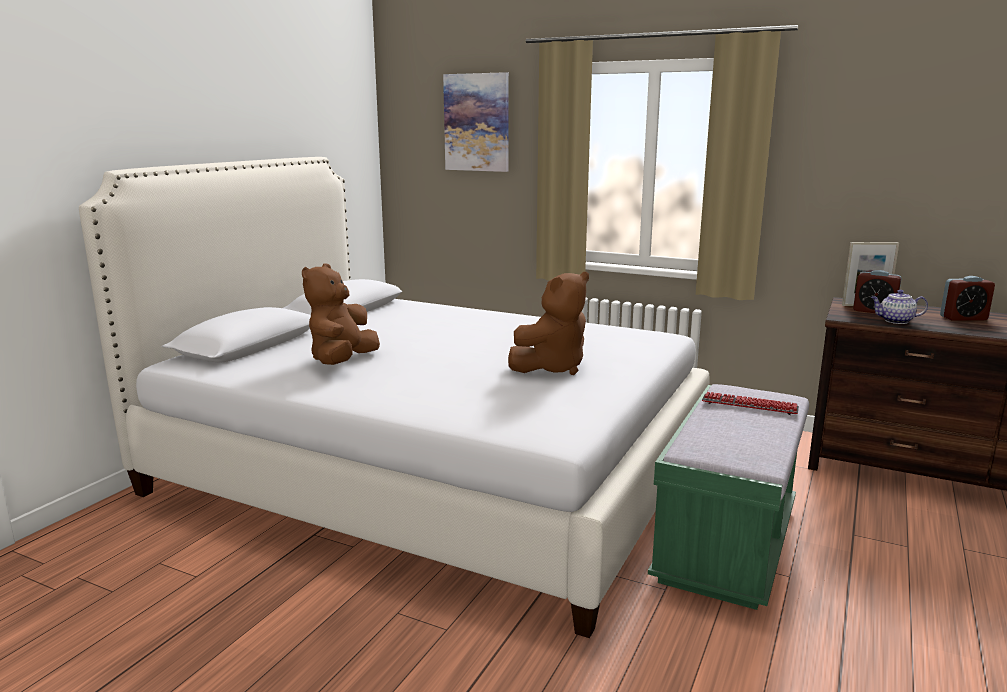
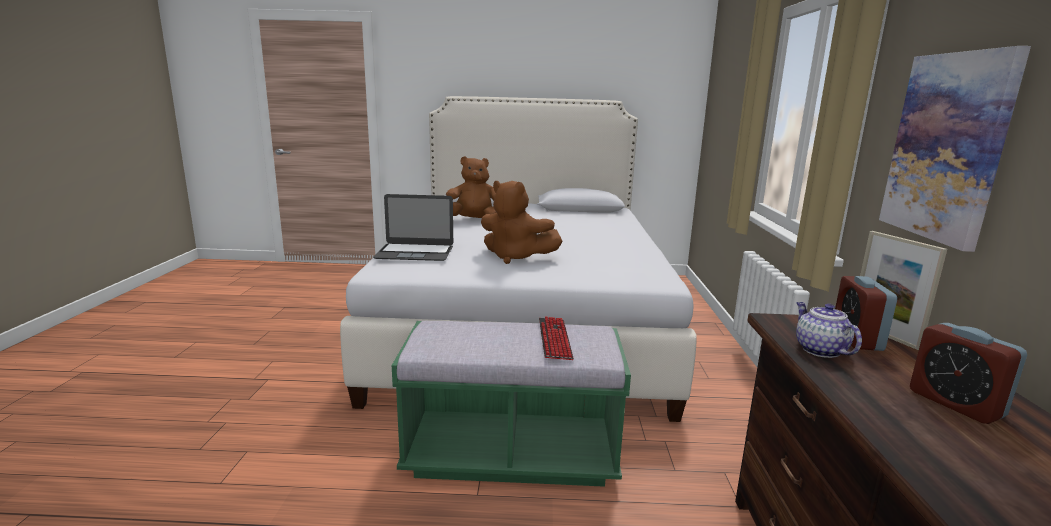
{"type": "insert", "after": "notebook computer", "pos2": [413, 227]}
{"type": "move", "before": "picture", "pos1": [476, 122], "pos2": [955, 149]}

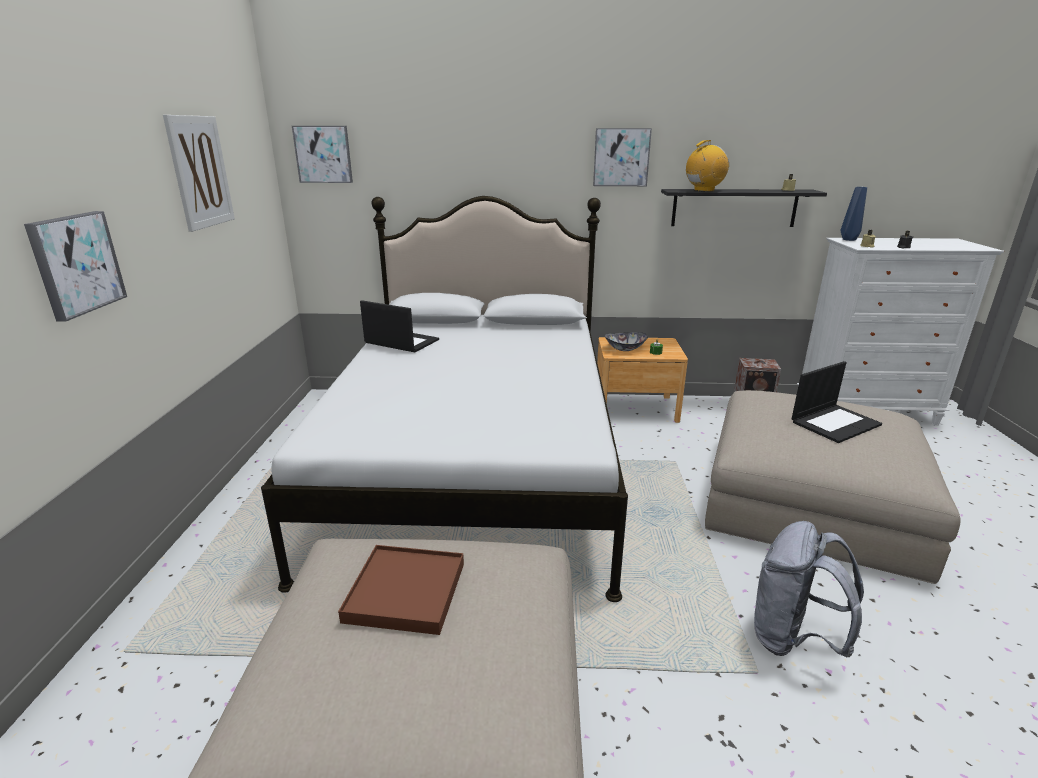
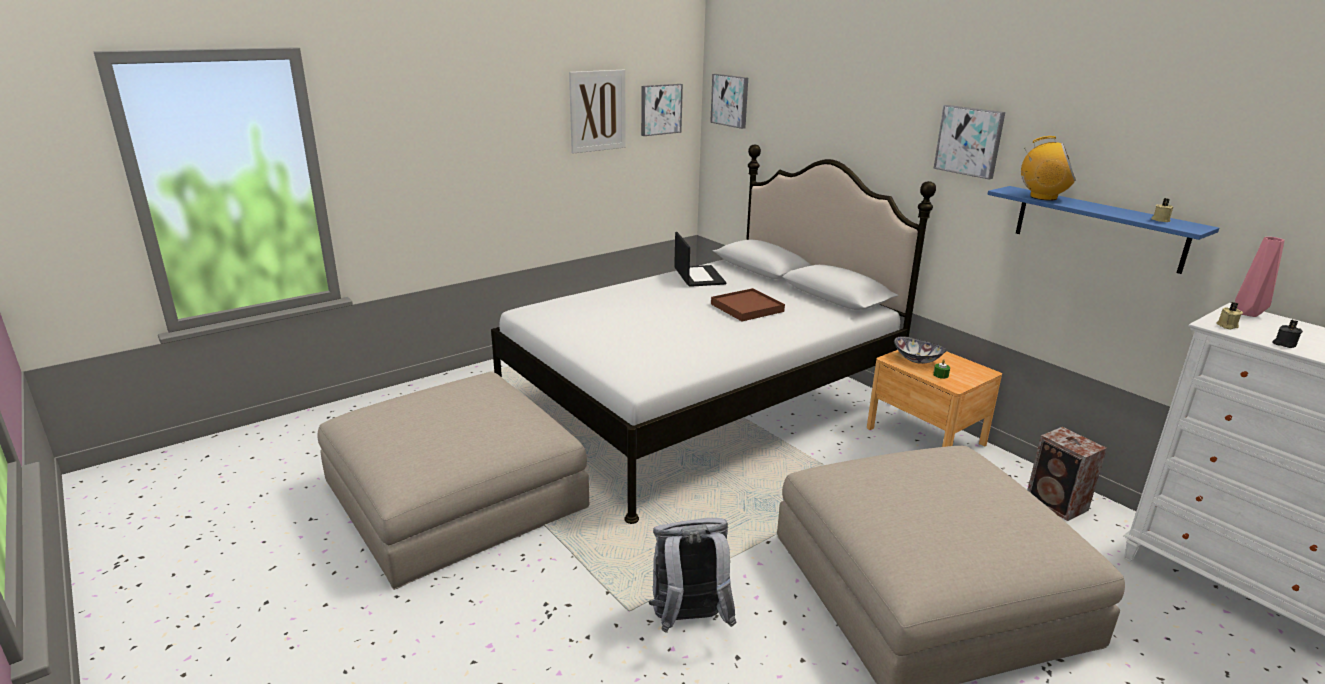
{"type": "delete", "before": "notebook computer", "pos1": [837, 402]}
{"type": "move", "before": "picture", "pos1": [75, 266], "pos2": [662, 110]}
{"type": "move", "before": "brown carrying tray", "pos1": [401, 590], "pos2": [748, 304]}
{"type": "recolor", "before": "black-coloured wall shelf", "after": "bluish wall shelf", "pos1": [744, 208], "pos2": [1103, 230]}
{"type": "recolor", "before": "bluish flower vase", "after": "pinkish flower vase", "pos1": [854, 214], "pos2": [1260, 277]}

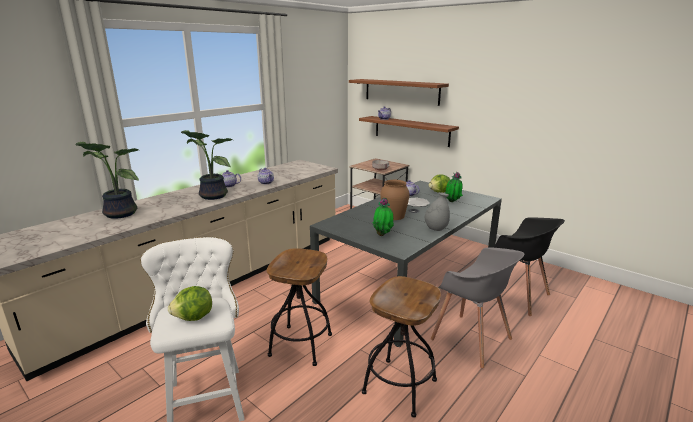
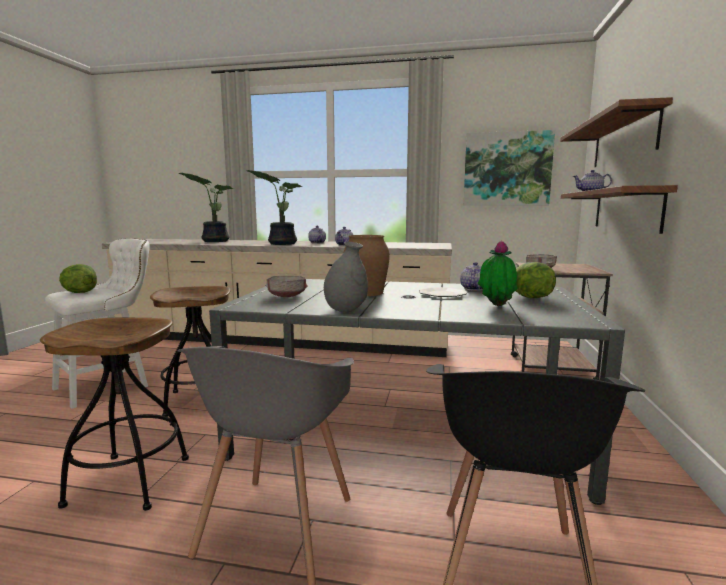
{"type": "insert", "after": "picture", "pos2": [509, 168]}
{"type": "replace", "before": "houseplant", "after": "grey bowl", "pos1": [383, 217], "pos2": [286, 286]}

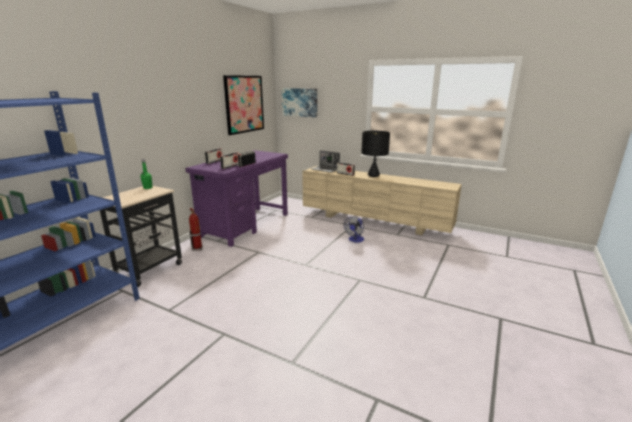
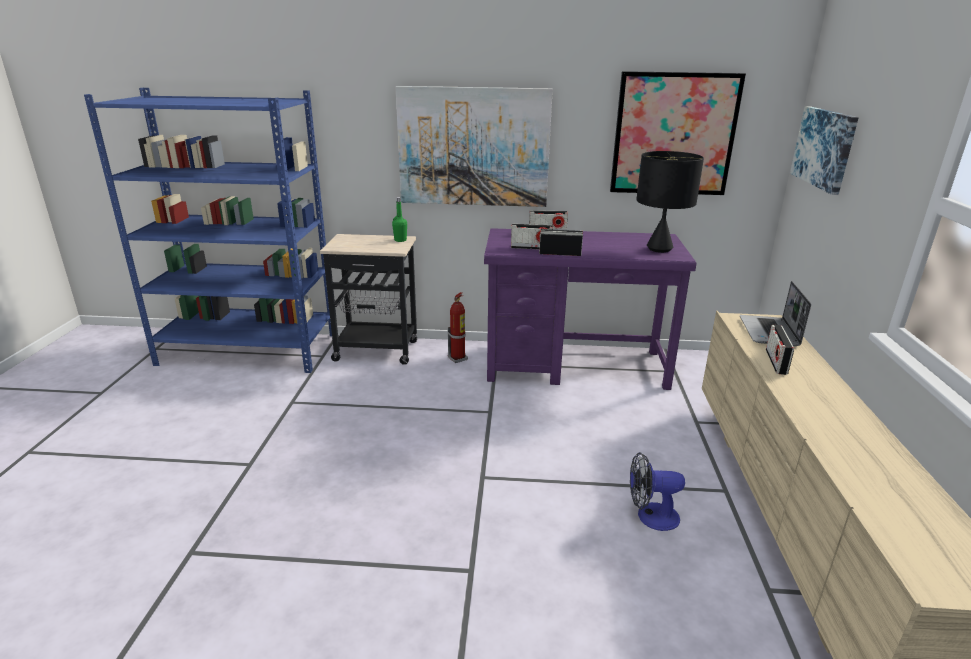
{"type": "insert", "after": "picture", "pos2": [474, 146]}
{"type": "move", "before": "black-coloured table lamp", "pos1": [375, 154], "pos2": [670, 202]}

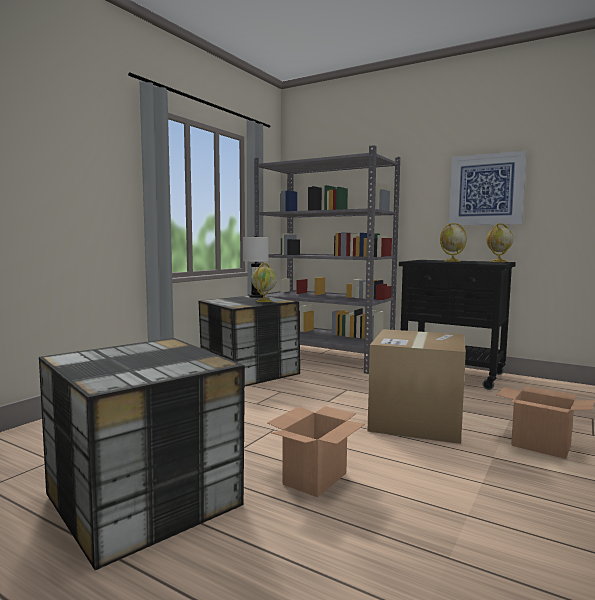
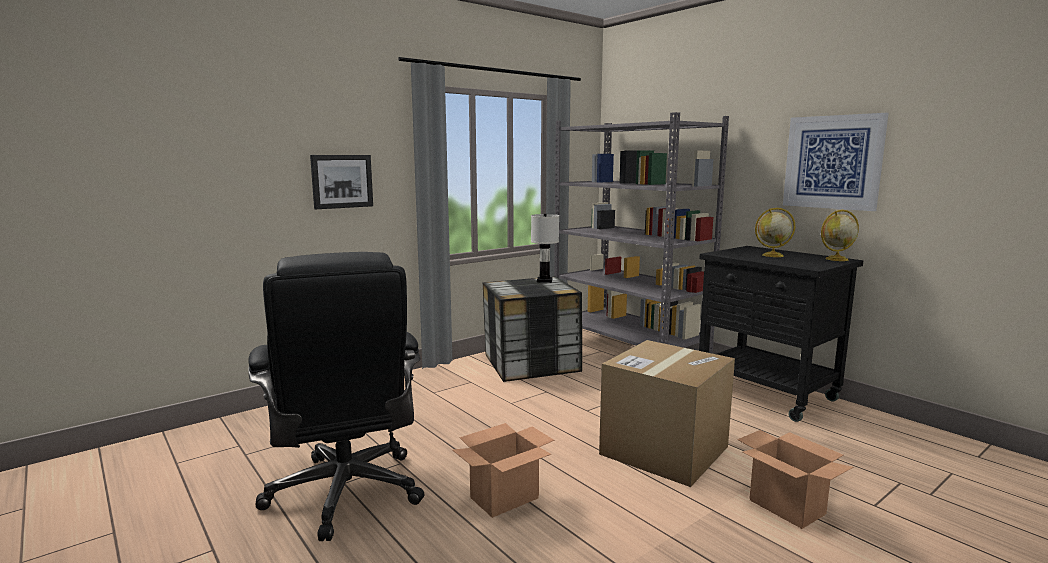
{"type": "delete", "before": "desk globe", "pos1": [264, 282]}
{"type": "insert", "after": "picture", "pos2": [341, 182]}
{"type": "replace", "before": "storage bin", "after": "black-coloured desk chair", "pos1": [142, 454], "pos2": [336, 396]}

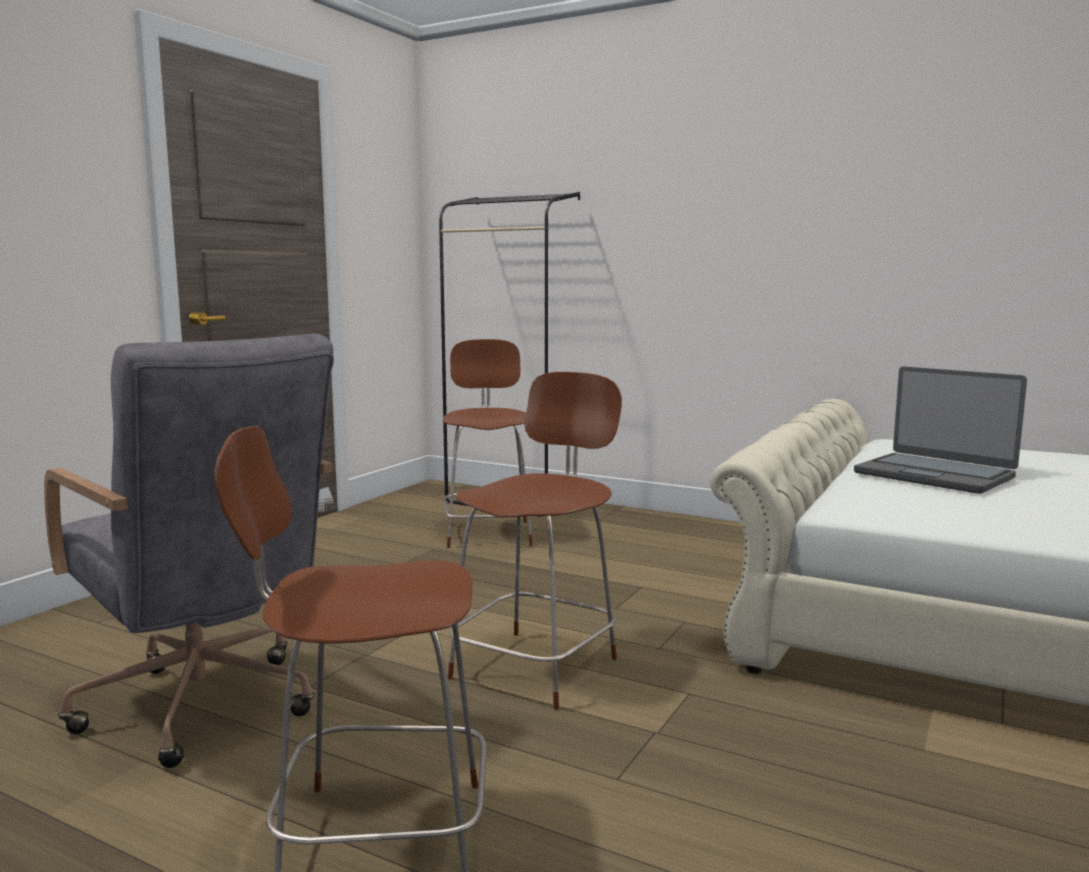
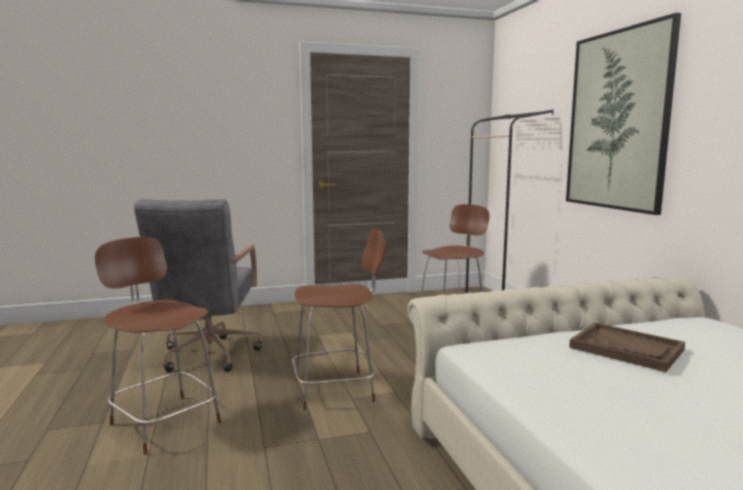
{"type": "insert", "after": "picture", "pos2": [623, 114]}
{"type": "replace", "before": "notebook computer", "after": "brown carrying tray", "pos1": [940, 430], "pos2": [627, 347]}

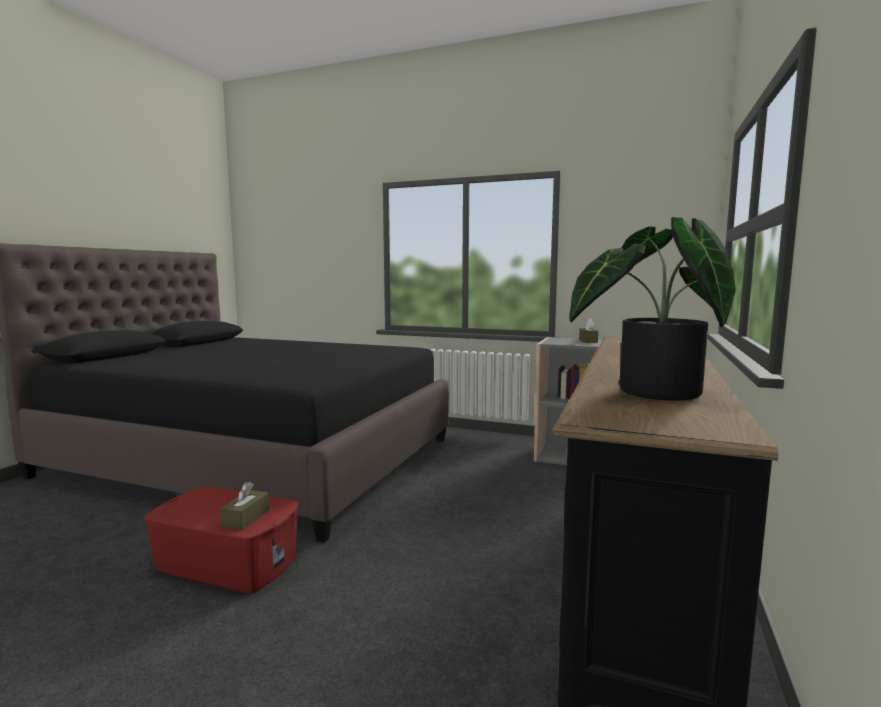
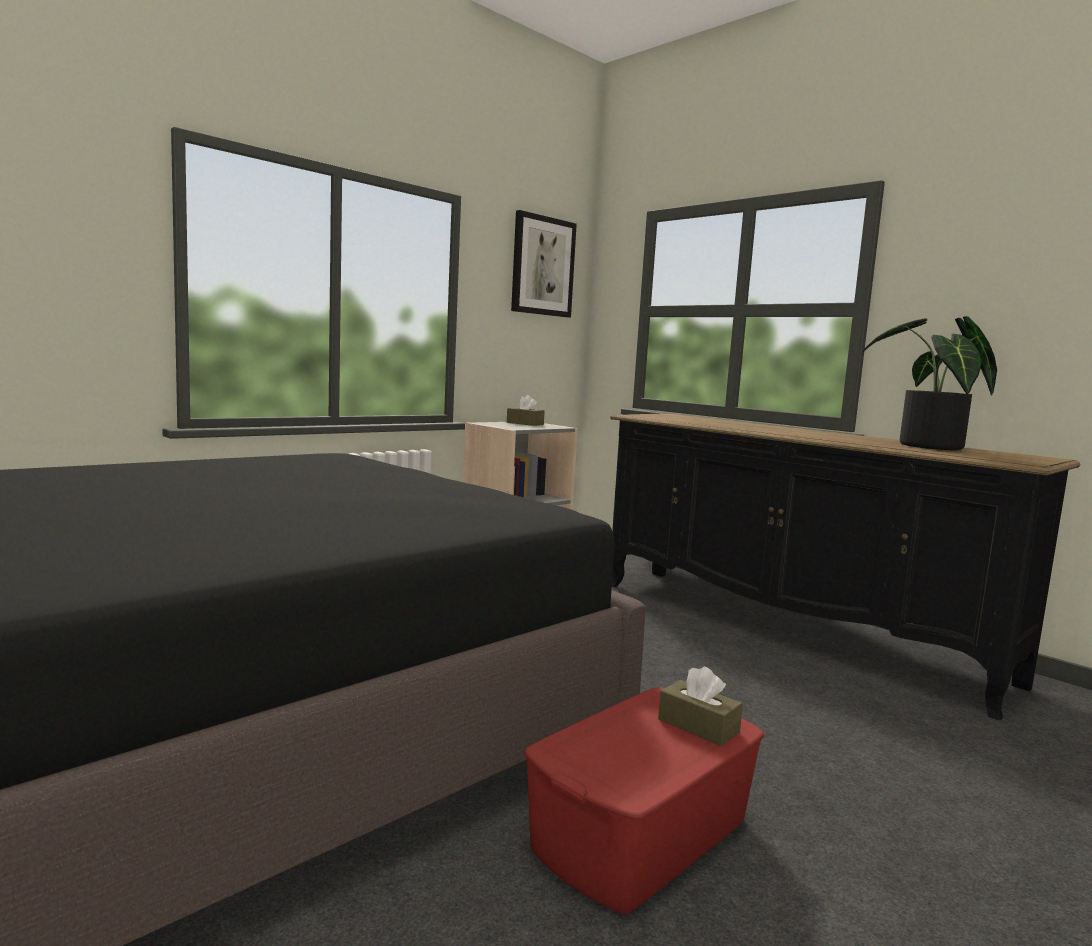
{"type": "insert", "after": "picture", "pos2": [544, 263]}

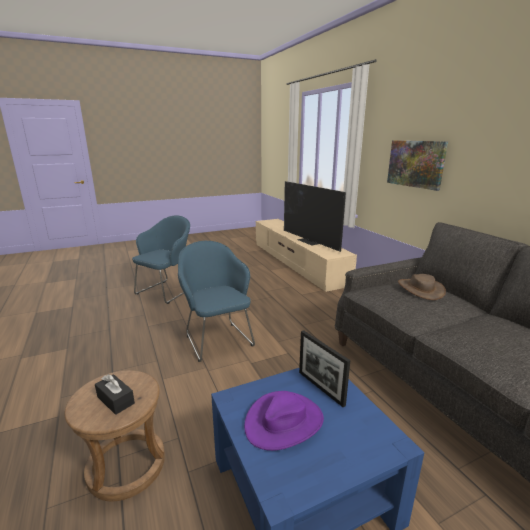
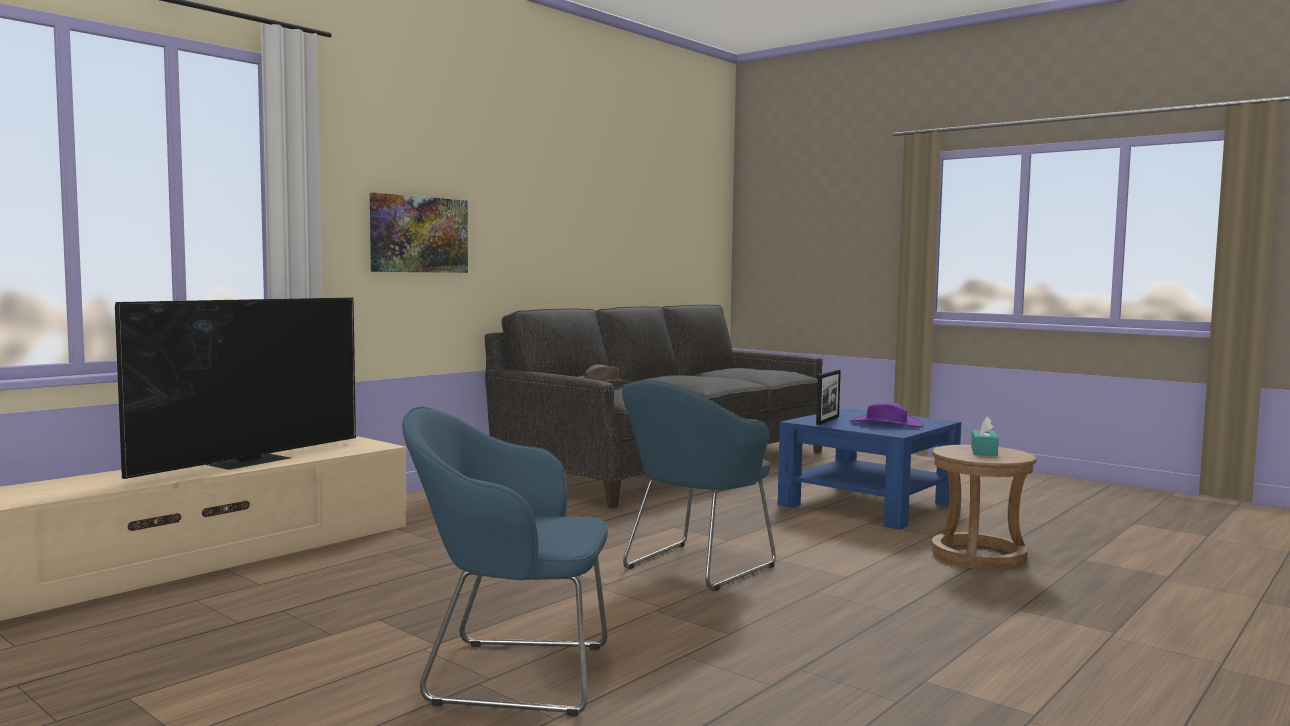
{"type": "recolor", "before": "black-coloured tissue holder", "after": "turquoise-coloured tissue holder", "pos1": [115, 394], "pos2": [985, 436]}

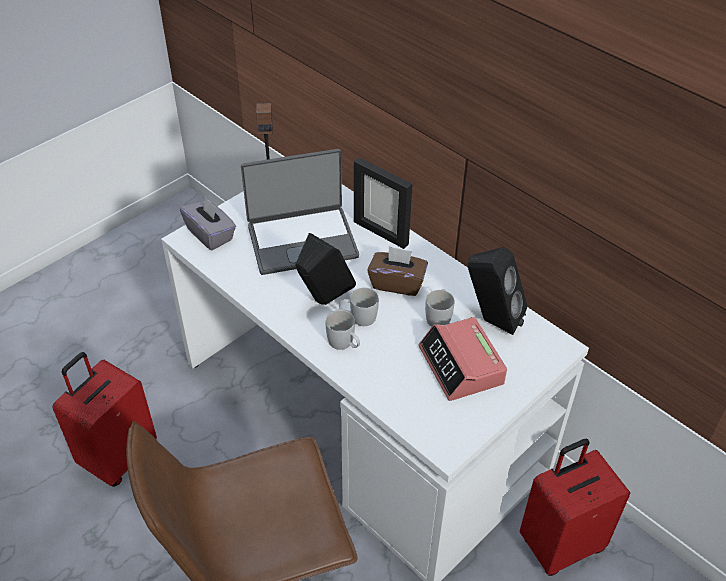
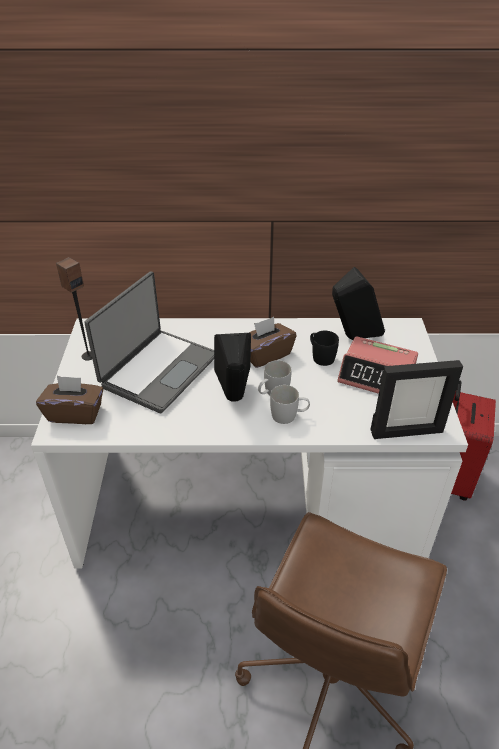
{"type": "delete", "before": "reddish travel case", "pos1": [105, 419]}
{"type": "move", "before": "picture frame", "pos1": [383, 203], "pos2": [416, 399]}
{"type": "recolor", "before": "grey tissue holder", "after": "brown tissue holder", "pos1": [208, 223], "pos2": [69, 400]}
{"type": "recolor", "before": "white-coloured tea mug", "after": "black-coloured tea mug", "pos1": [440, 308], "pos2": [324, 348]}

